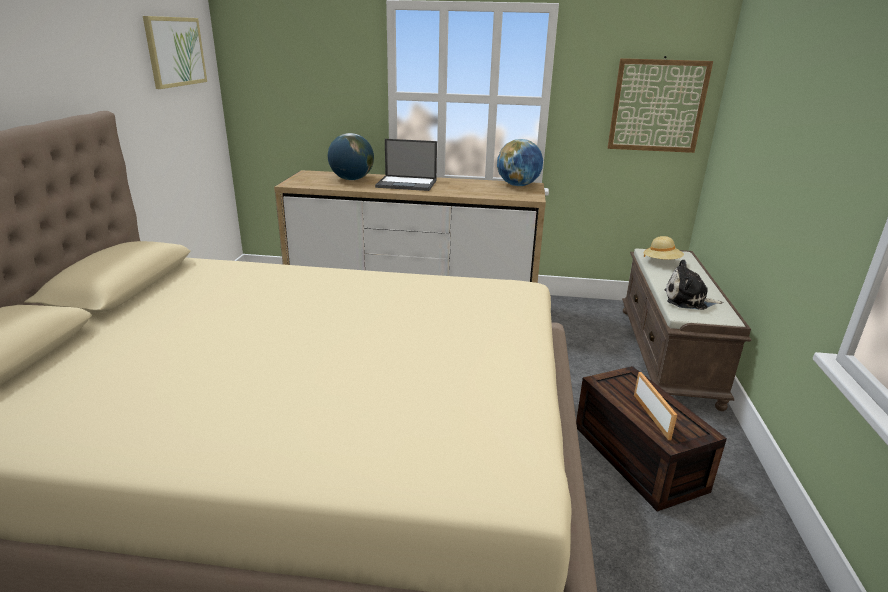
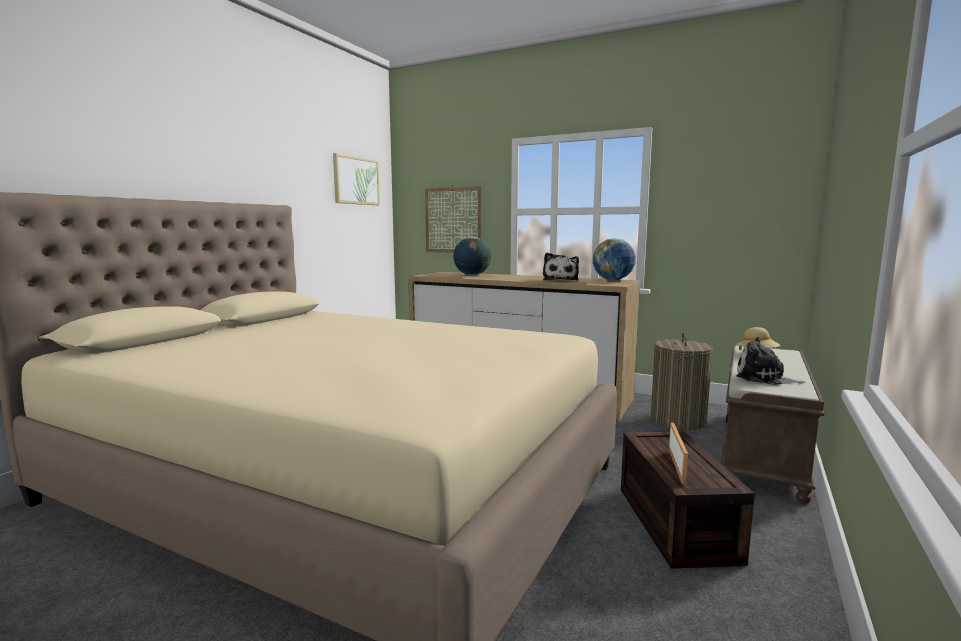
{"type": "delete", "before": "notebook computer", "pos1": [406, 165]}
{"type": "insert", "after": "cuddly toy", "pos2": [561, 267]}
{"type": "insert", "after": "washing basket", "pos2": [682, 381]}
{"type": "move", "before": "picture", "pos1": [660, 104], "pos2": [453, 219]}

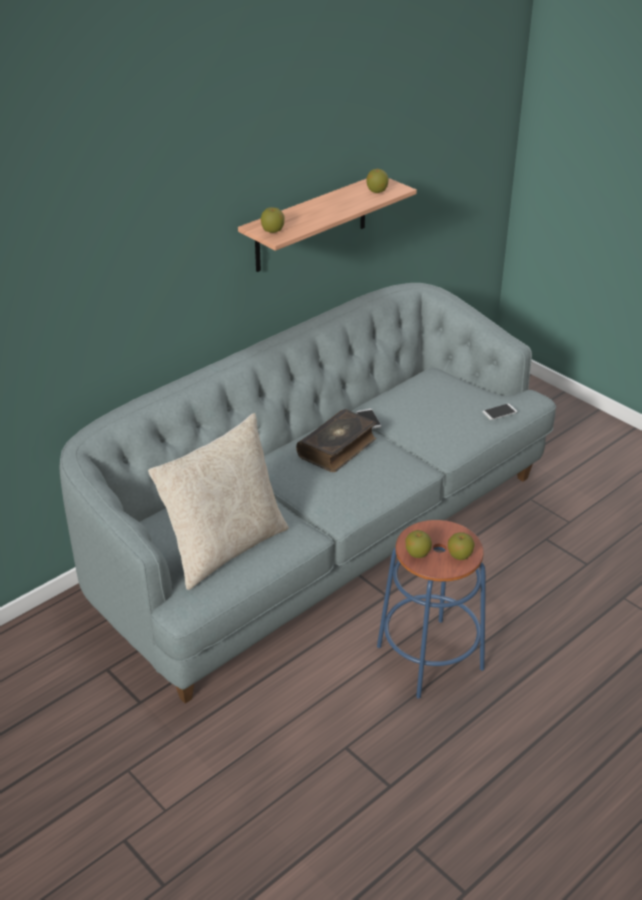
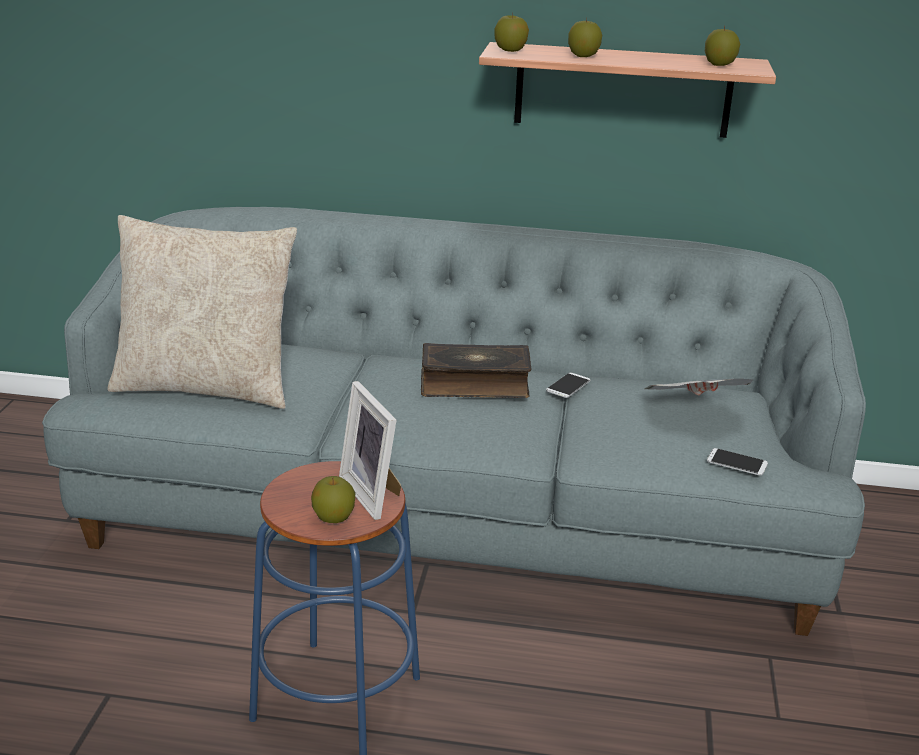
{"type": "insert", "after": "picture frame", "pos2": [370, 450]}
{"type": "insert", "after": "newspaper", "pos2": [698, 387]}
{"type": "move", "before": "apple fruit", "pos1": [418, 544], "pos2": [585, 37]}

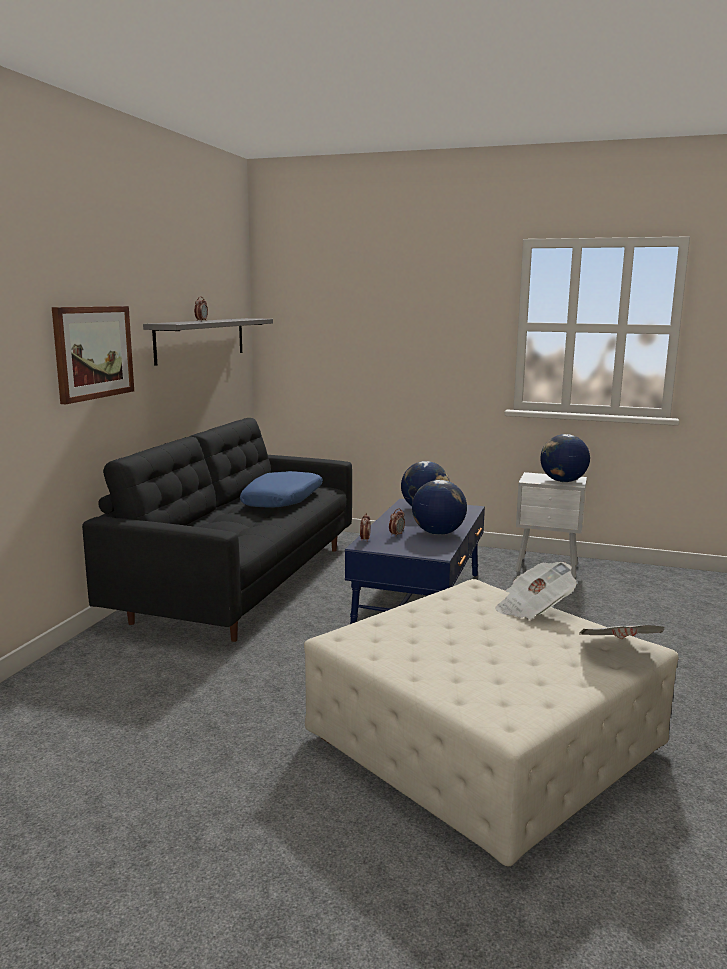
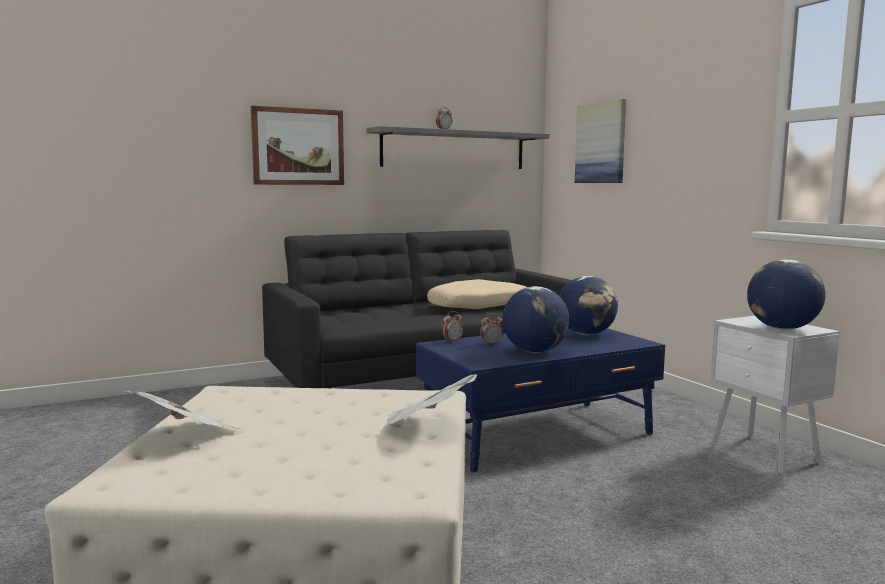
{"type": "insert", "after": "picture", "pos2": [600, 141]}
{"type": "move", "before": "newspaper", "pos1": [622, 632], "pos2": [183, 409]}
{"type": "recolor", "before": "bluish cushion", "after": "beige-coloured cushion", "pos1": [281, 489], "pos2": [477, 294]}

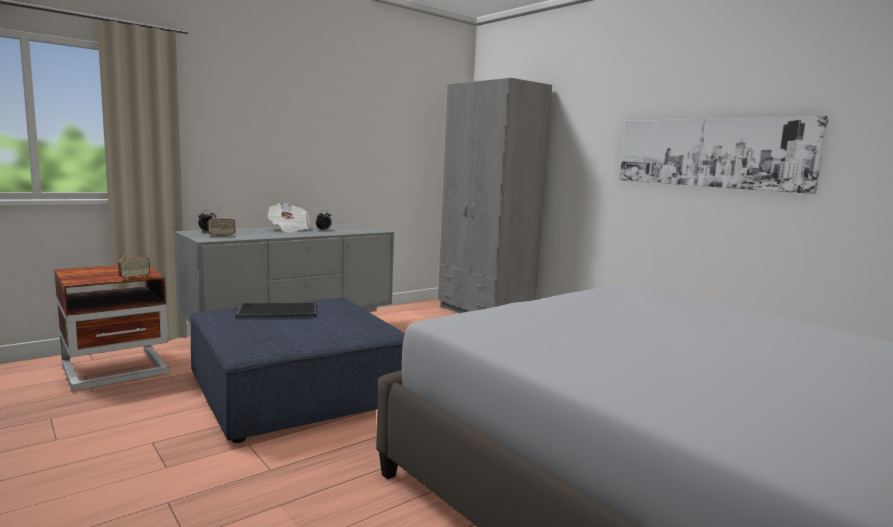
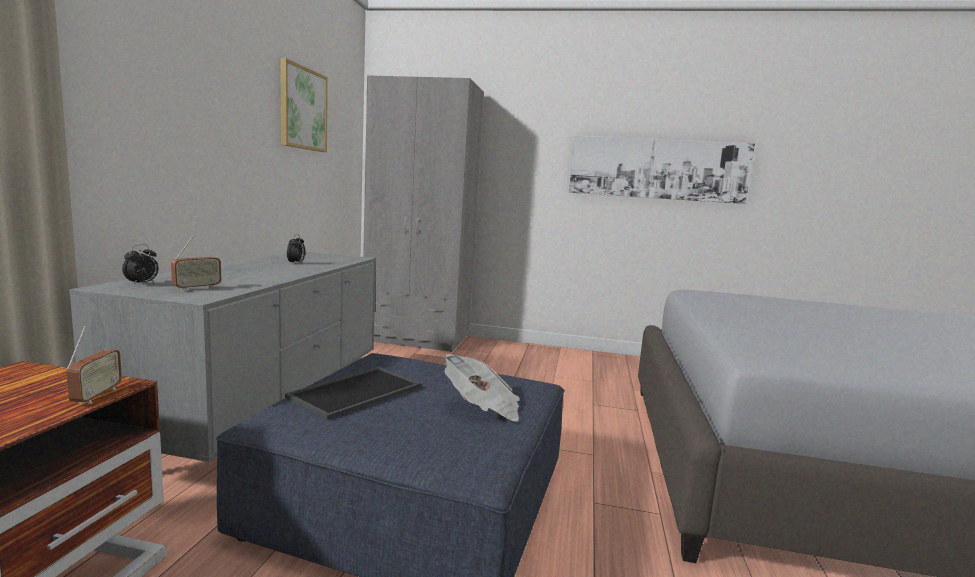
{"type": "insert", "after": "picture", "pos2": [304, 105]}
{"type": "move", "before": "newspaper", "pos1": [288, 217], "pos2": [482, 388]}

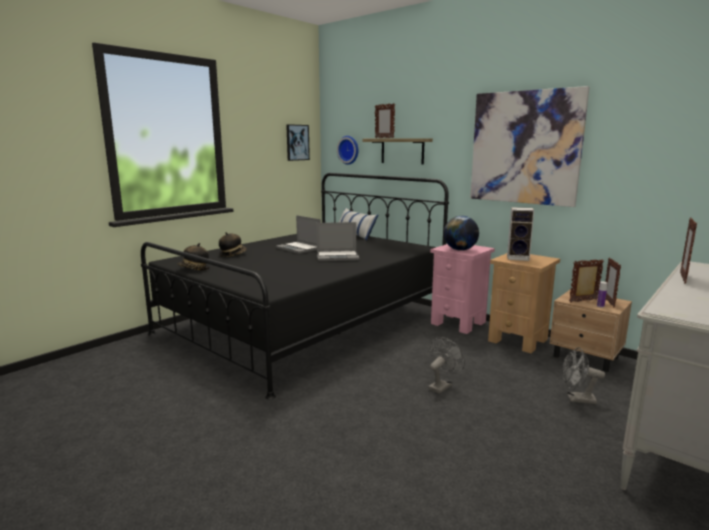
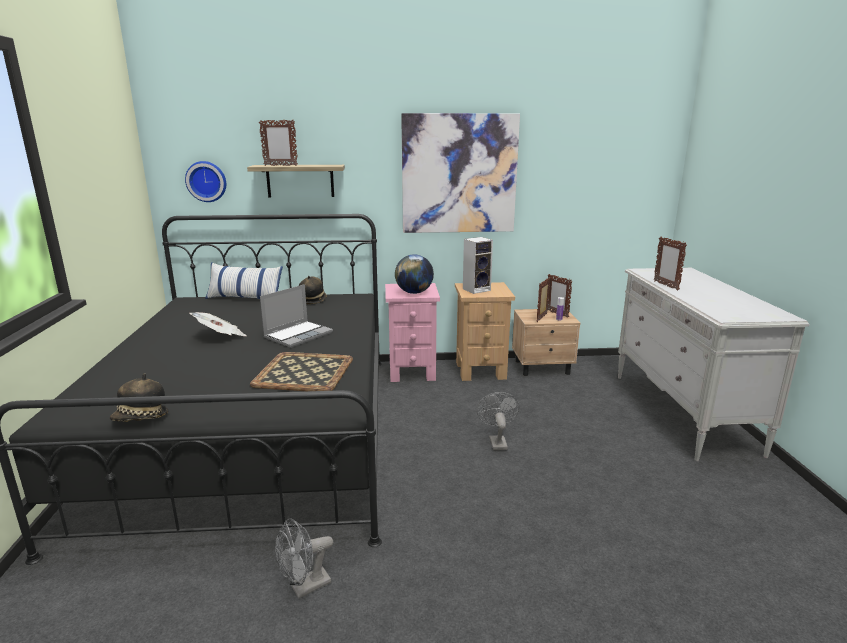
{"type": "delete", "before": "picture", "pos1": [298, 142]}
{"type": "insert", "after": "carrying tray", "pos2": [301, 371]}
{"type": "move", "before": "hat", "pos1": [233, 244], "pos2": [313, 290]}
{"type": "move", "before": "grey fan", "pos1": [583, 376], "pos2": [304, 558]}
{"type": "replace", "before": "notebook computer", "after": "newspaper", "pos1": [298, 234], "pos2": [218, 324]}

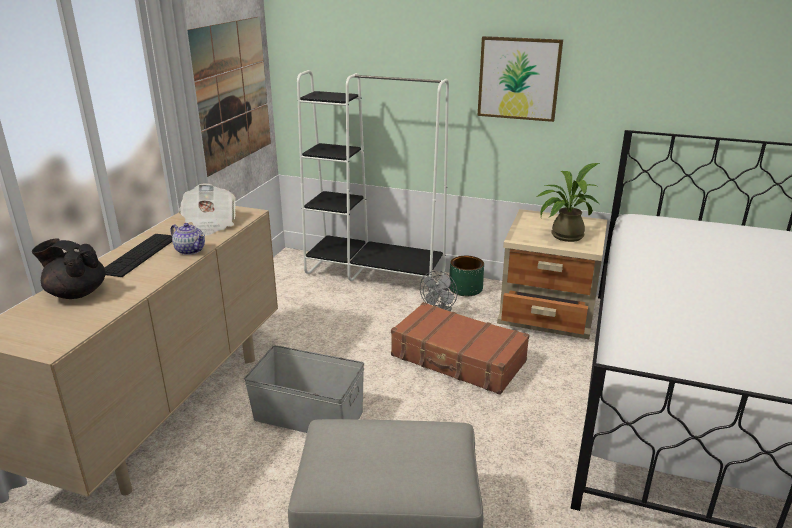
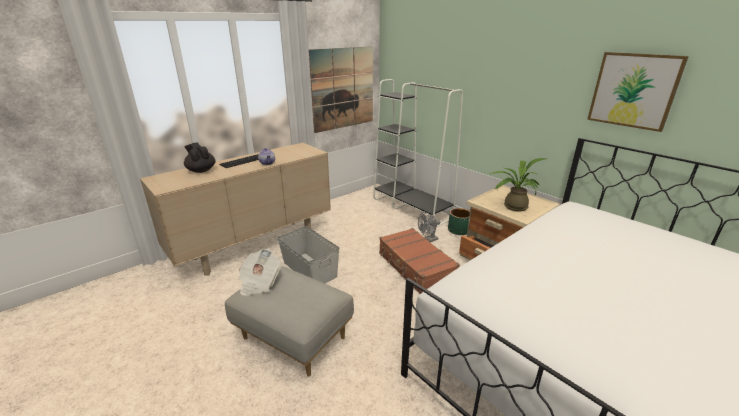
{"type": "move", "before": "newspaper", "pos1": [207, 209], "pos2": [259, 272]}
{"type": "move", "before": "picture", "pos1": [520, 79], "pos2": [638, 92]}

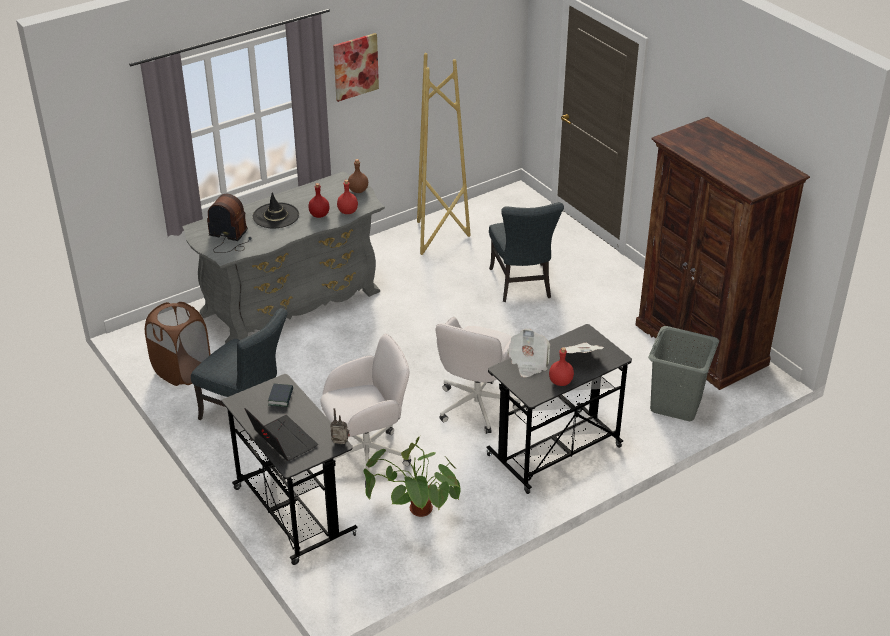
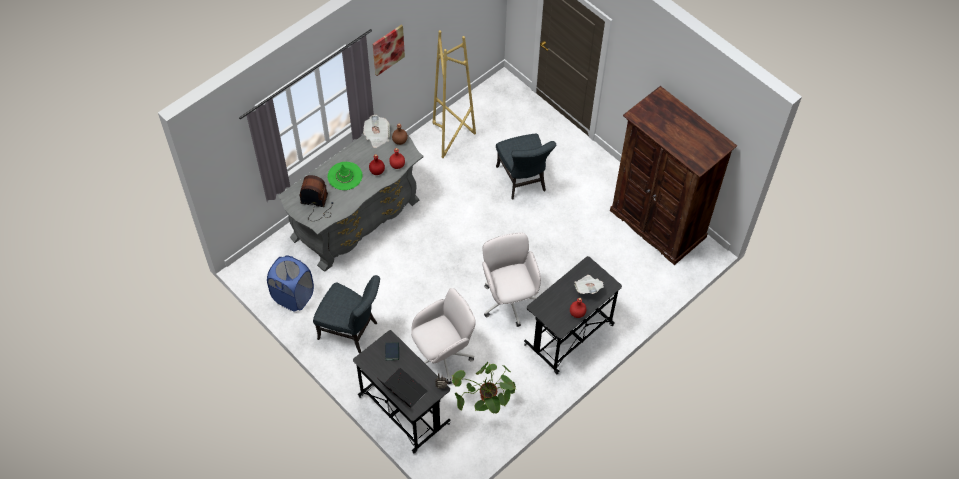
{"type": "delete", "before": "grey washing basket", "pos1": [683, 374]}
{"type": "move", "before": "newspaper", "pos1": [529, 353], "pos2": [376, 131]}
{"type": "recolor", "before": "brown washing basket", "after": "bluish washing basket", "pos1": [178, 344], "pos2": [290, 283]}
{"type": "recolor", "before": "black-coloured hat", "after": "green-coloured hat", "pos1": [276, 210], "pos2": [345, 176]}
{"type": "rotate", "before": "white-coloured desk chair", "pos1": [478, 375], "pos2": [511, 280], "turn": 150}

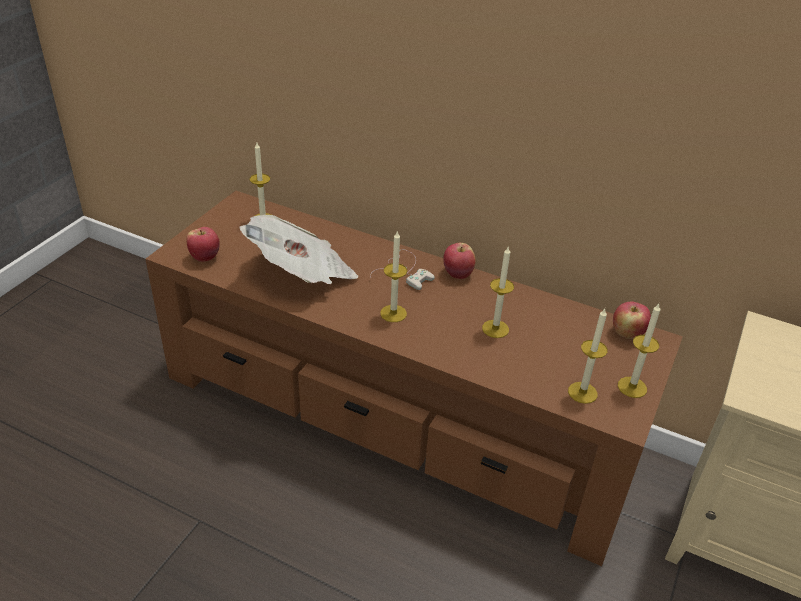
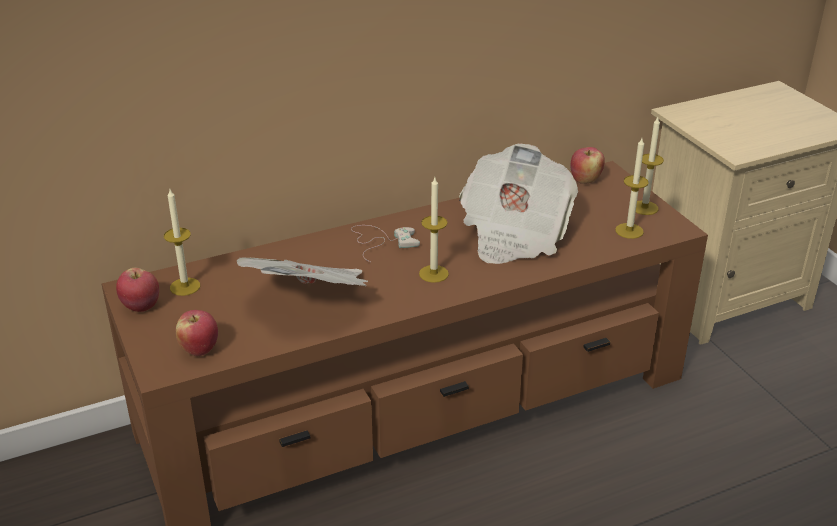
{"type": "move", "before": "apple fruit", "pos1": [459, 261], "pos2": [137, 290]}
{"type": "replace", "before": "candle", "after": "newspaper", "pos1": [498, 292], "pos2": [518, 204]}

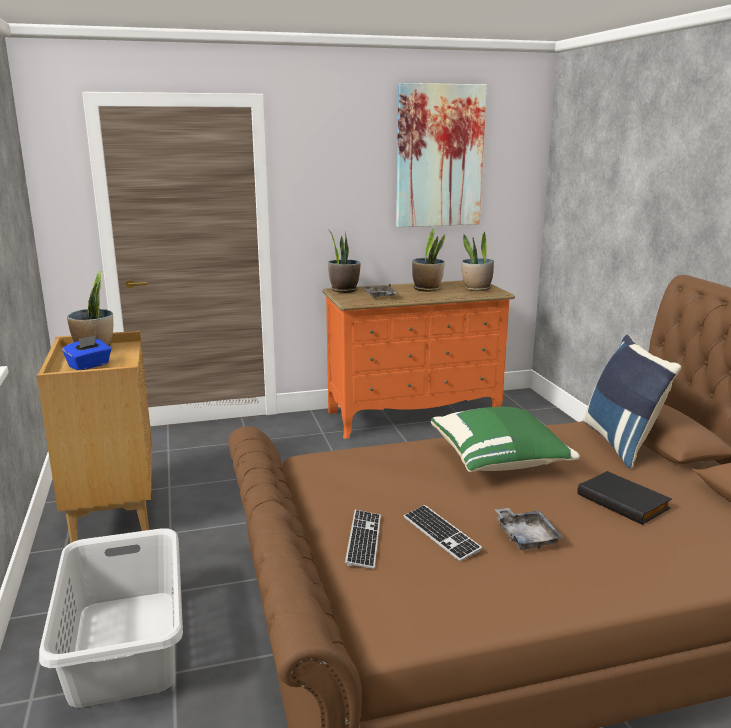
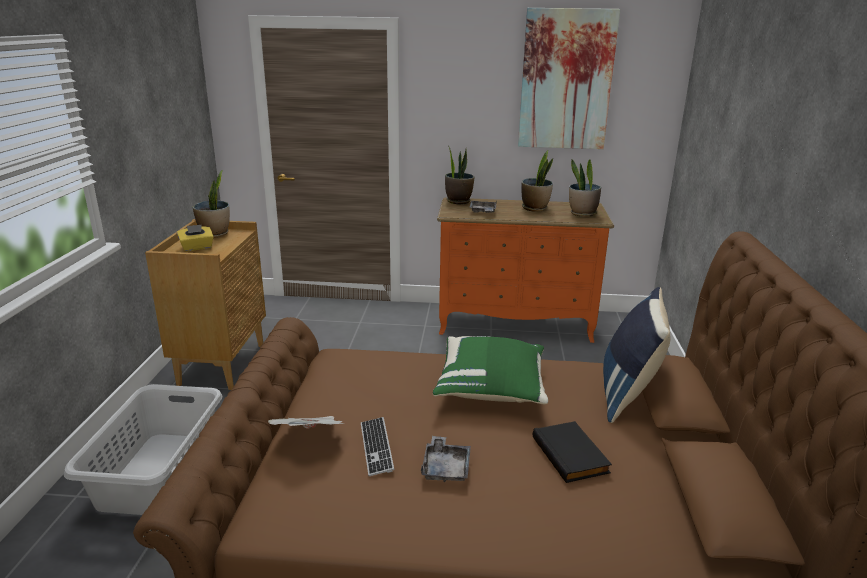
{"type": "replace", "before": "keyboard", "after": "newspaper", "pos1": [363, 539], "pos2": [306, 422]}
{"type": "recolor", "before": "bluish tissue holder", "after": "yellowish tissue holder", "pos1": [86, 352], "pos2": [195, 238]}

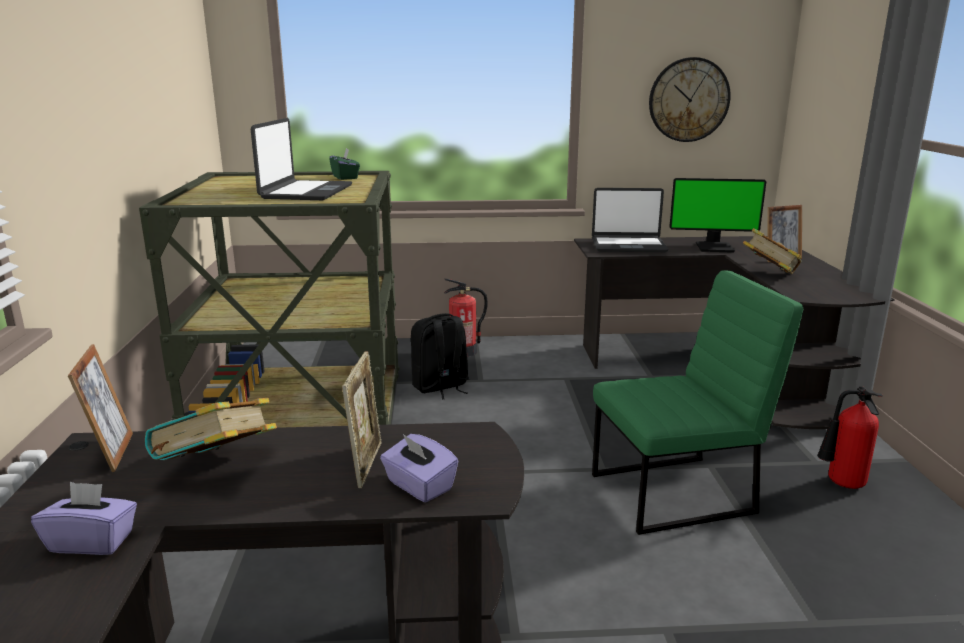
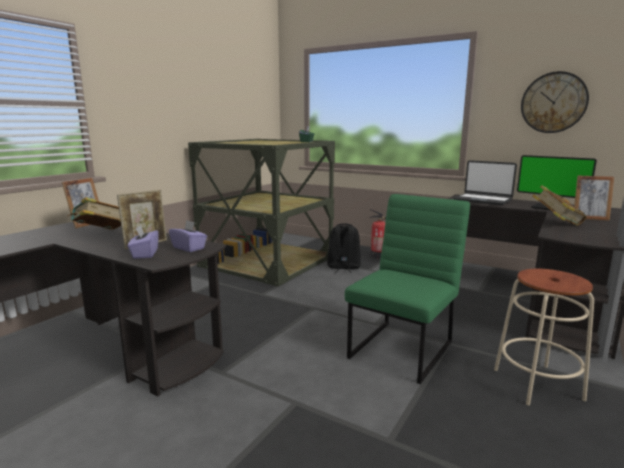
{"type": "delete", "before": "notebook computer", "pos1": [301, 159]}
{"type": "move", "before": "purple-coloured tissue holder", "pos1": [84, 518], "pos2": [188, 236]}
{"type": "replace", "before": "fire-fighting cylinder", "after": "beige-coloured stool", "pos1": [850, 437], "pos2": [544, 337]}
{"type": "rotate", "before": "green-coloured plain chair", "pos1": [697, 402], "pos2": [407, 289], "turn": -75}

